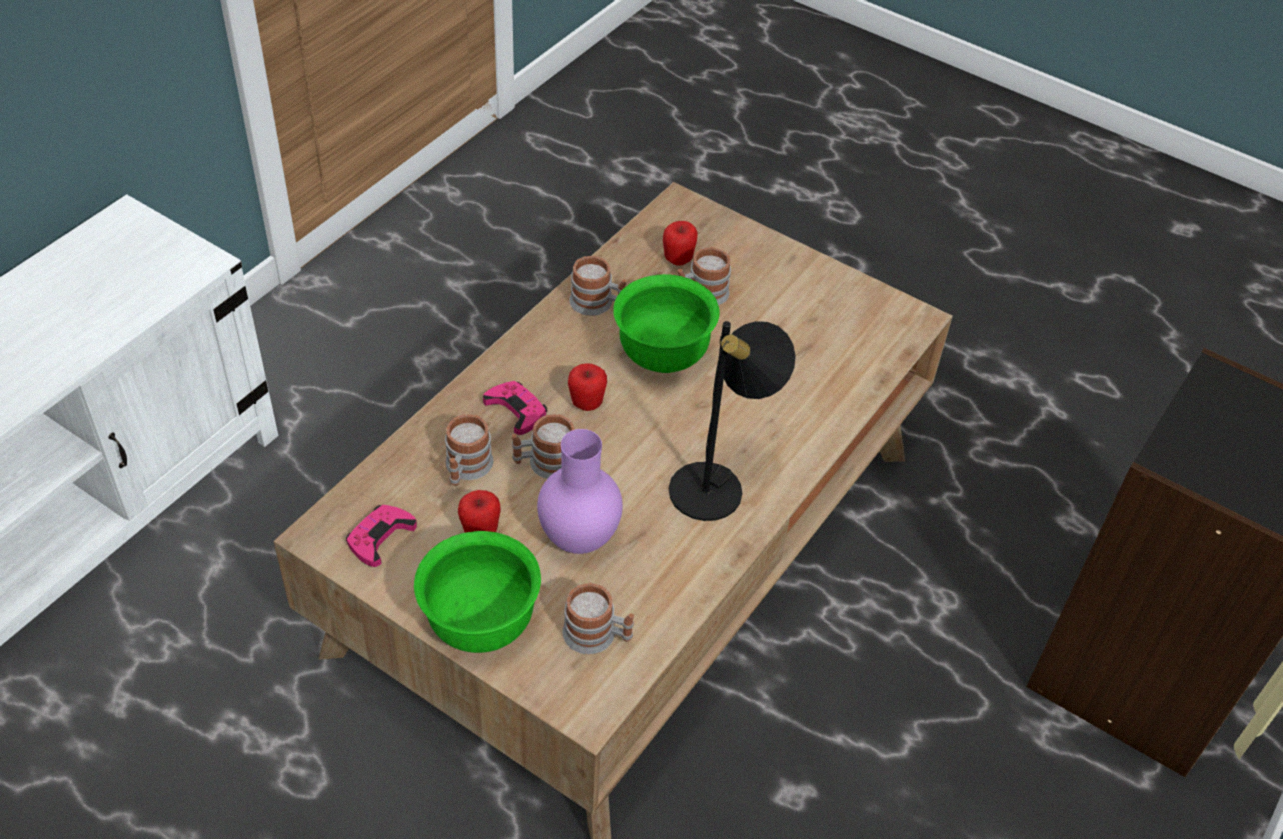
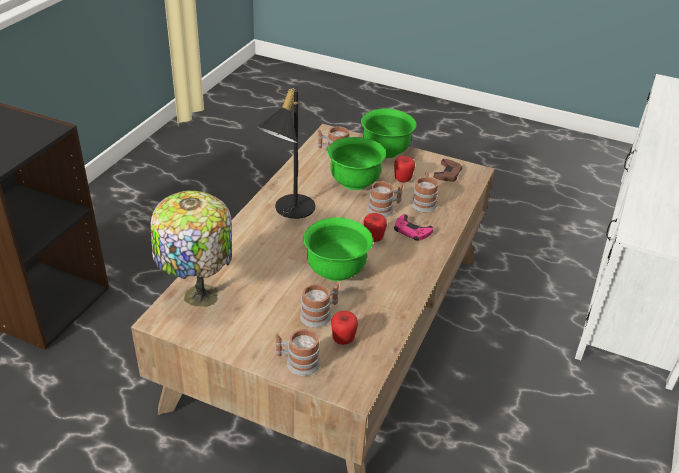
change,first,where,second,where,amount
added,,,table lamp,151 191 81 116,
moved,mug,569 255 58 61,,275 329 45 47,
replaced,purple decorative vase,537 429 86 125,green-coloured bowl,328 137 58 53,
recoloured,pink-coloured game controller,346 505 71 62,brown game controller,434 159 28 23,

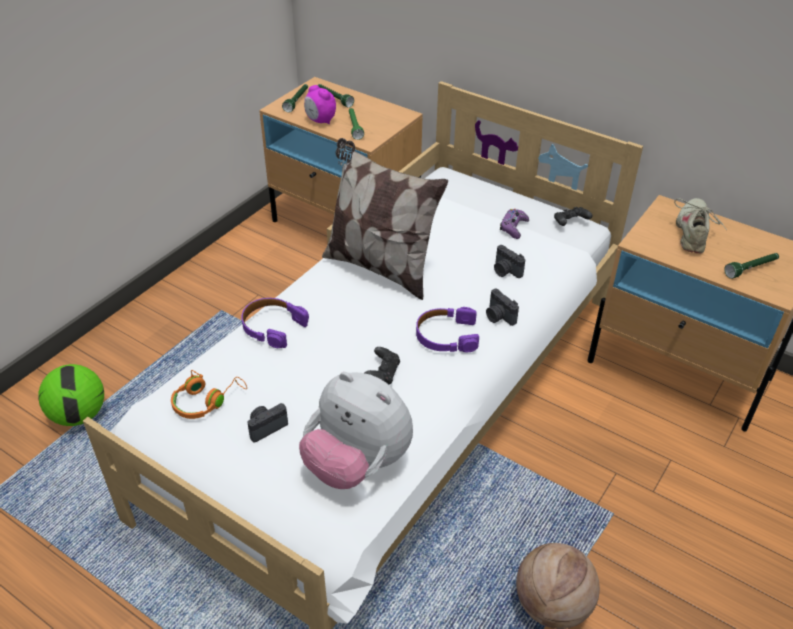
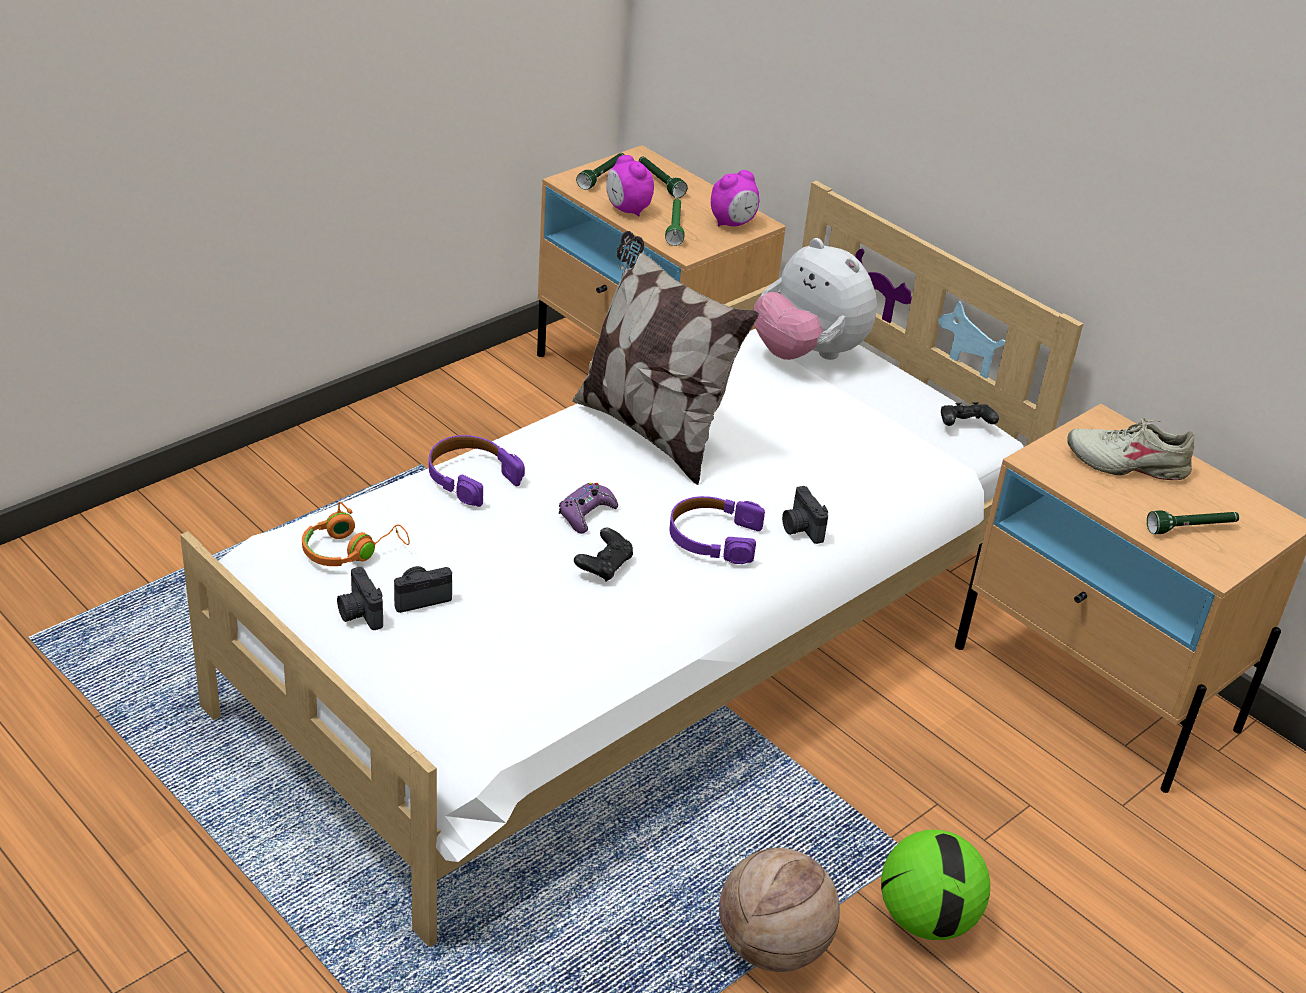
change,first,where,second,where,amount
added,,,bedside clock,711 170 48 57,
moved,football,38 364 66 62,,881 830 109 110,
moved,plush toy,299 372 114 117,,753 238 124 122,
moved,photo camera,494 245 31 33,,337 567 46 63,
moved,purple game controller,500 209 29 30,,559 483 59 51,
turned,sand-coloured low shoe,674 198 53 55,,1067 418 127 62,105 degrees counterclockwise

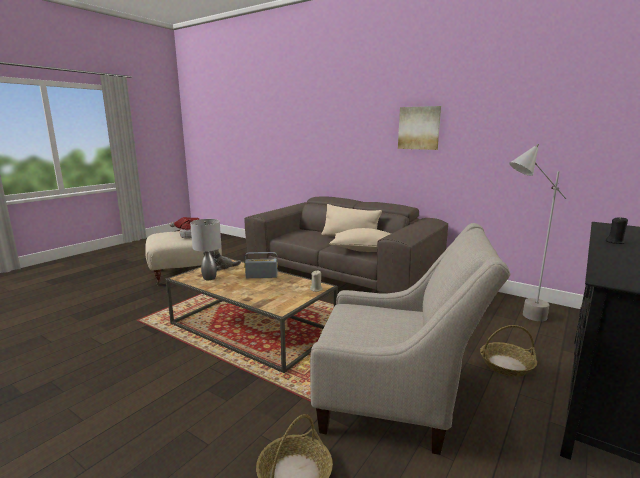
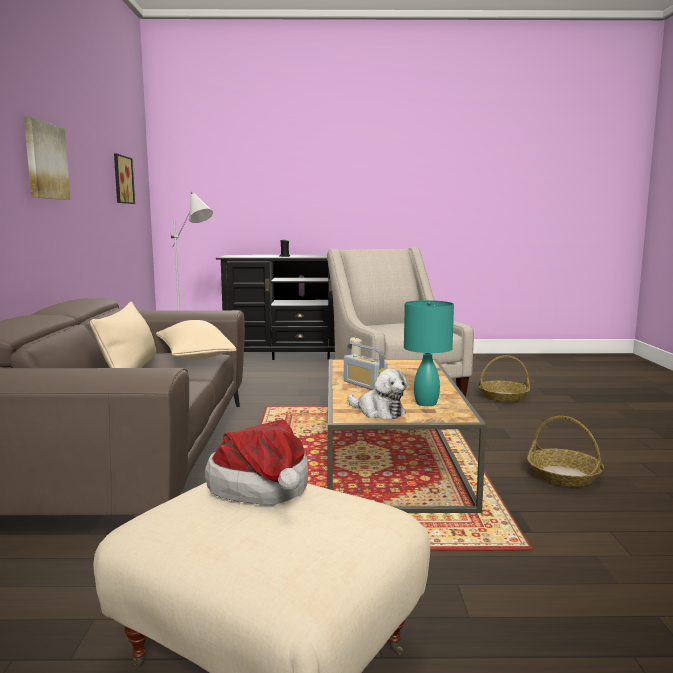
change,first,where,second,where,amount
added,,,wall art,114 153 21 51,
moved,basket,480 325 57 52,,527 416 77 71,
recoloured,grey table lamp,190 219 31 61,blue-green table lamp,404 300 50 106,

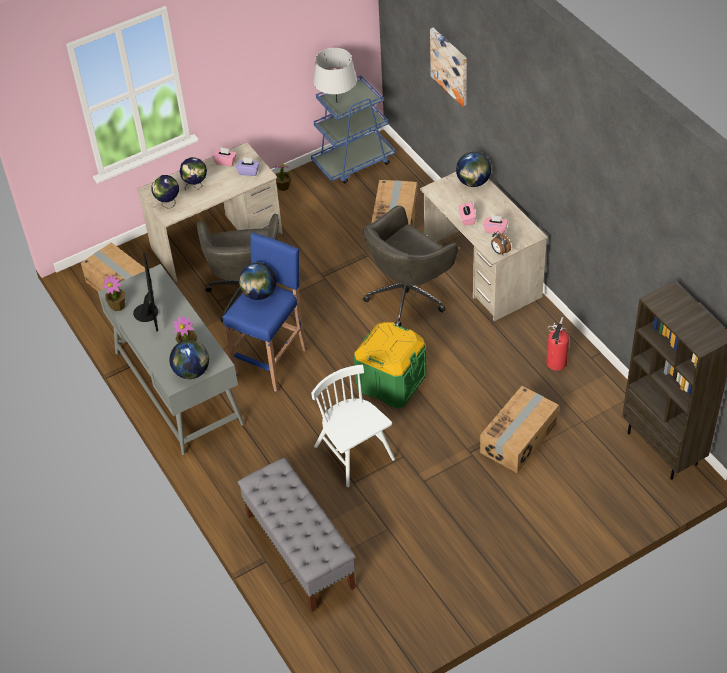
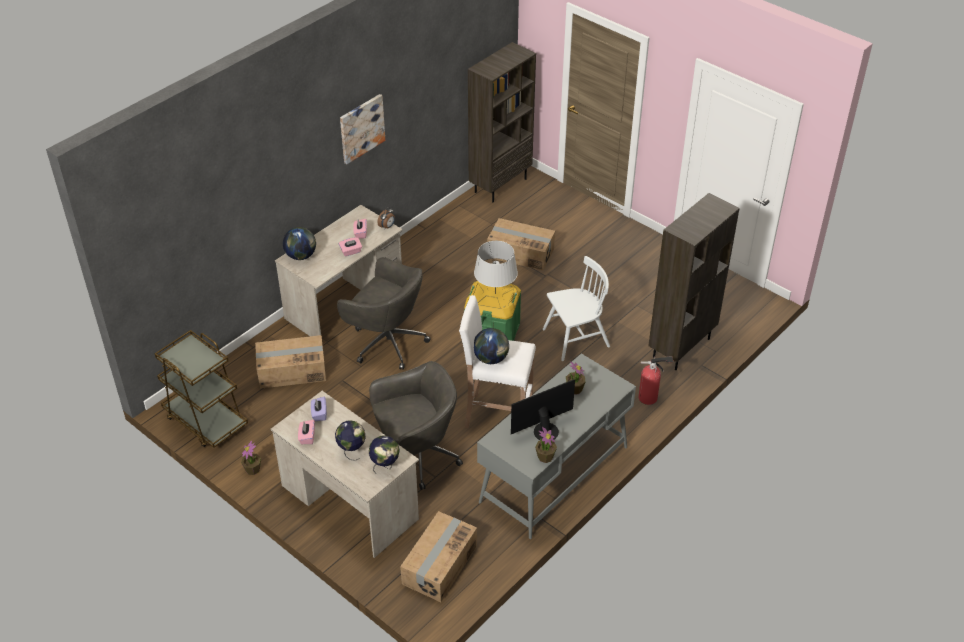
change,first,where,second,where,amount
removed,globe,169 340 40 39,,,
moved,grey table lamp,313 48 44 54,,474 241 44 53,
moved,wall art,430 28 37 79,,340 94 45 70,
moved,fire extinguisher,546 317 23 53,,638 356 35 49,
replaced,grey bench,238 458 118 154,brown bookshelf,648 193 92 177,
recoloured,blue stool,223 232 84 161,white-coloured stool,459 295 77 133,
recoloured,blue wheeled cart,311 75 84 108,brown wheeled cart,155 330 93 118,
turned,white-coloured plain chair,311 365 84 122,,543 256 67 105,150 degrees counterclockwise

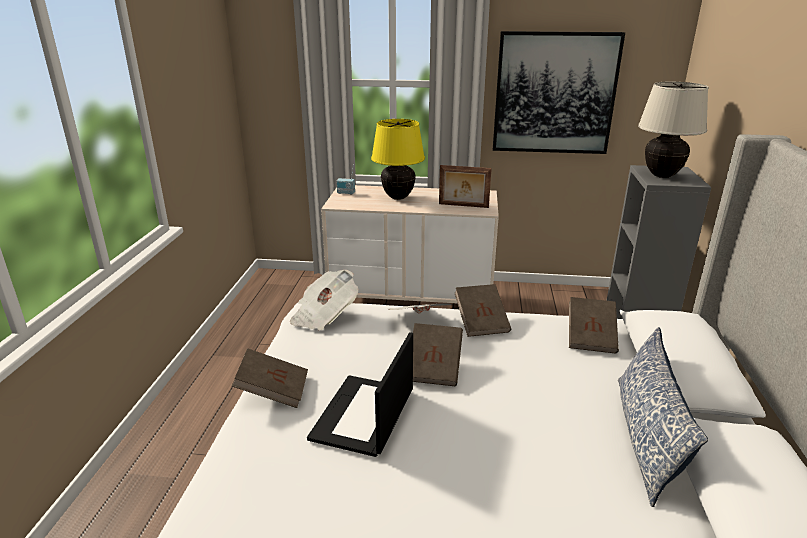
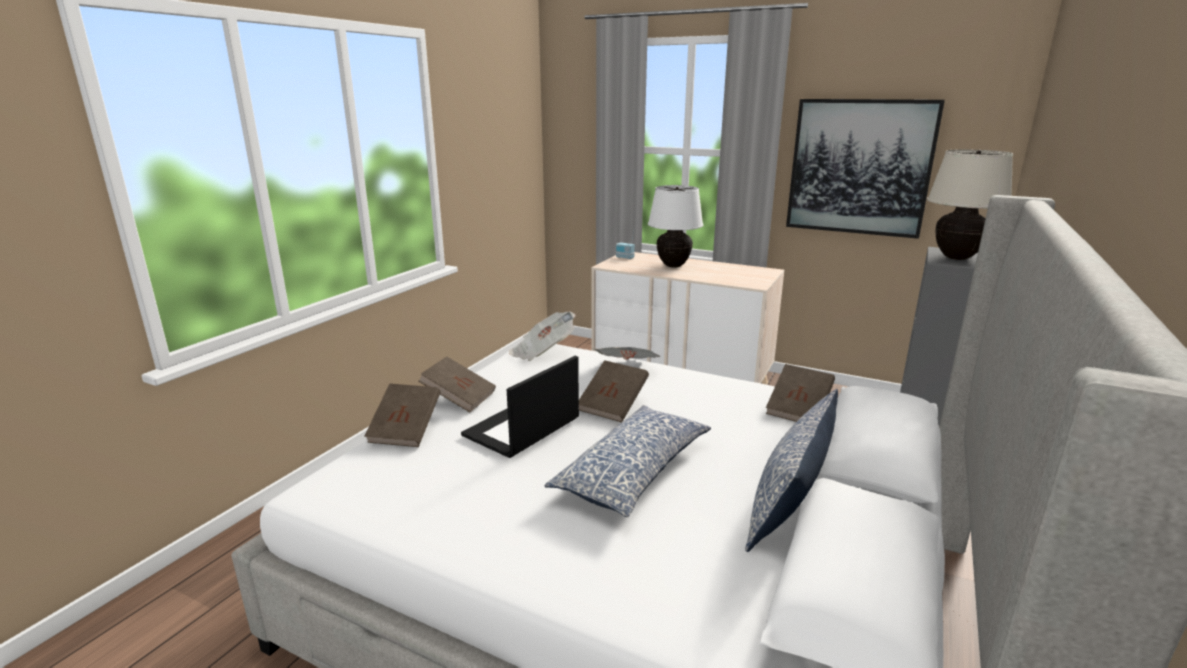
change,first,where,second,where,amount
removed,picture frame,439 165 53 43,,,
added,,,throw pillow,545 405 166 112,
moved,brown book,454 284 57 53,,365 384 76 63,
recoloured,yellowish table lamp,371 119 54 81,white-coloured table lamp,648 185 55 83,

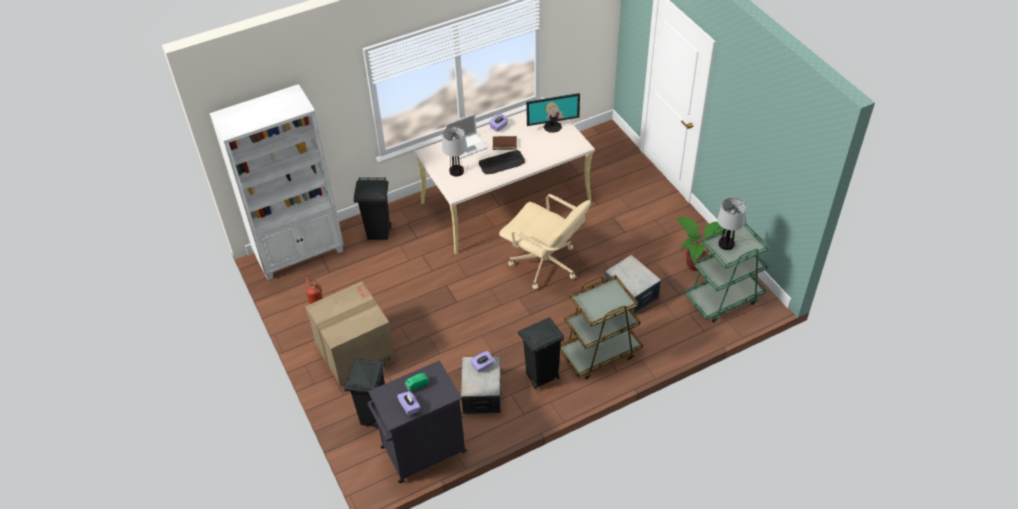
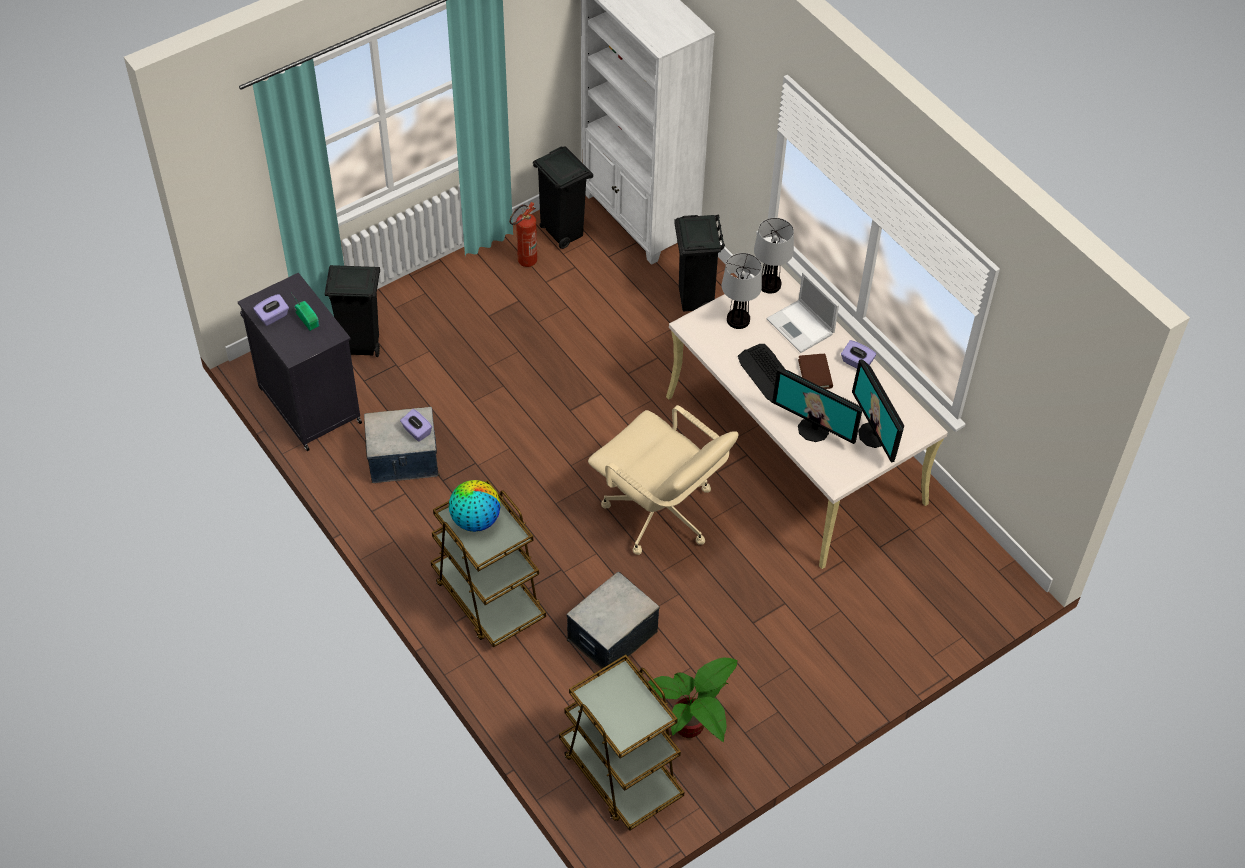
change,first,where,second,where,amount
removed,cardboard box,305 281 91 106,,,
added,,,globe,449 480 52 52,
added,,,computer screen,772 368 91 76,
moved,blackish rubbish bin,518 317 46 73,,533 146 60 103,
moved,table lamp,717 198 29 52,,754 218 40 76,
recoloured,green-coloured wheeled cart,684 222 85 100,brown wheeled cart,559 655 126 176,
turned,sand-coloured desk chair,499 194 92 95,,588 405 150 150,75 degrees counterclockwise

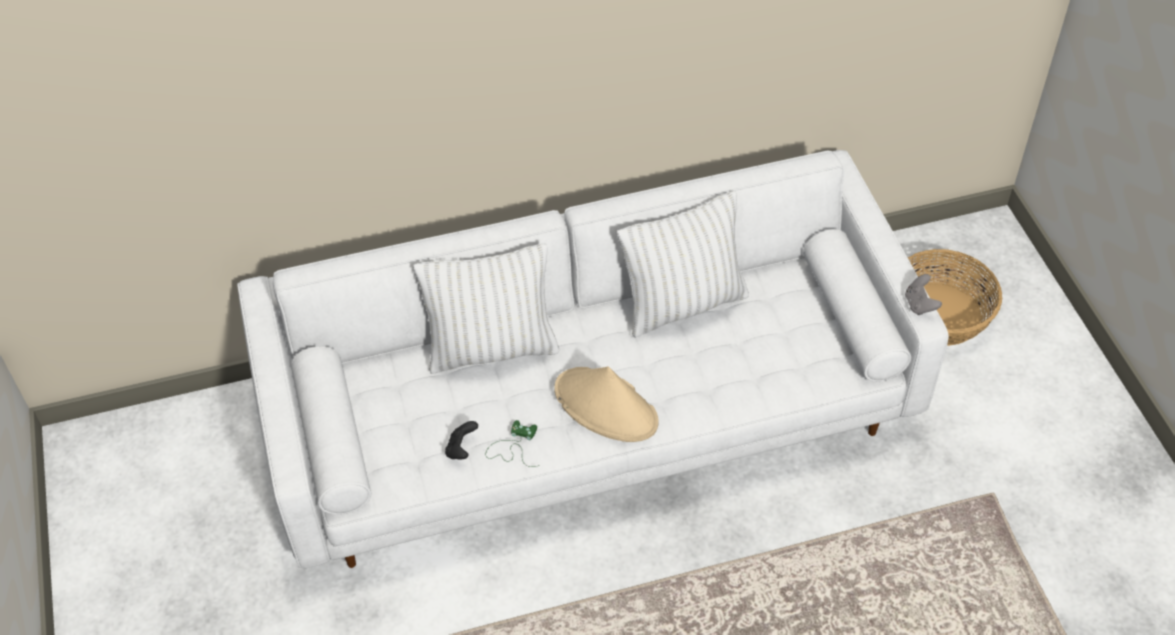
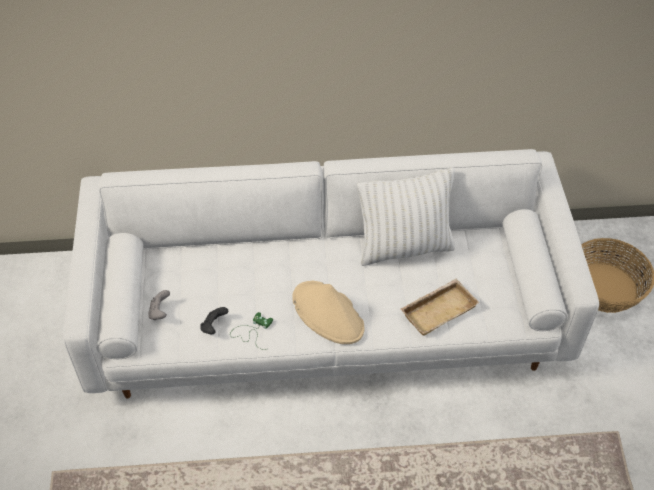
change,first,where,second,where,amount
removed,white-coloured throw pillow,413 244 146 130,,,
added,,,sand-coloured serving tray,401 279 79 57,
moved,grey game controller,905 274 37 41,,148 290 22 30,

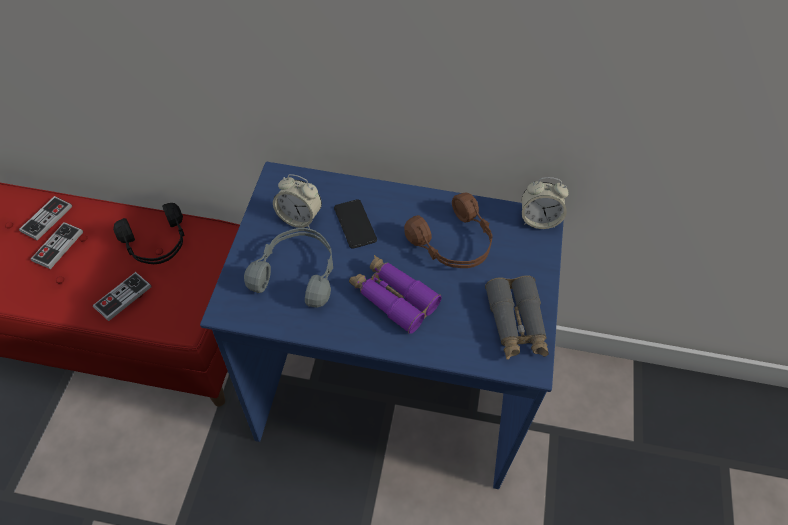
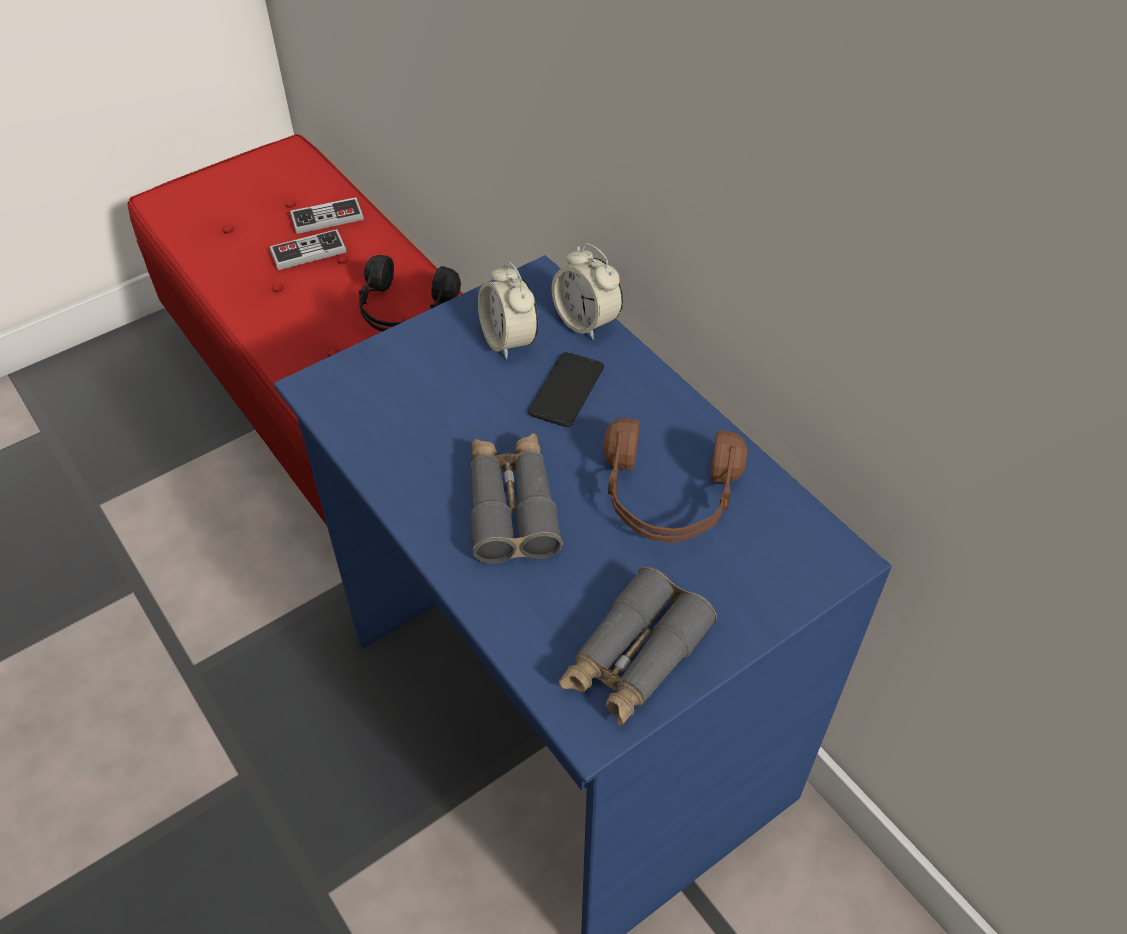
change,first,where,second,where,amount
removed,game controller,93 272 59 49,,,
removed,grey pair of headphones,244 228 89 79,,,
moved,bedside clock,522 177 47 52,,552 243 71 97,
recoloured,purple pair of binoculars,349 255 93 79,grey pair of binoculars,470 433 93 131,

